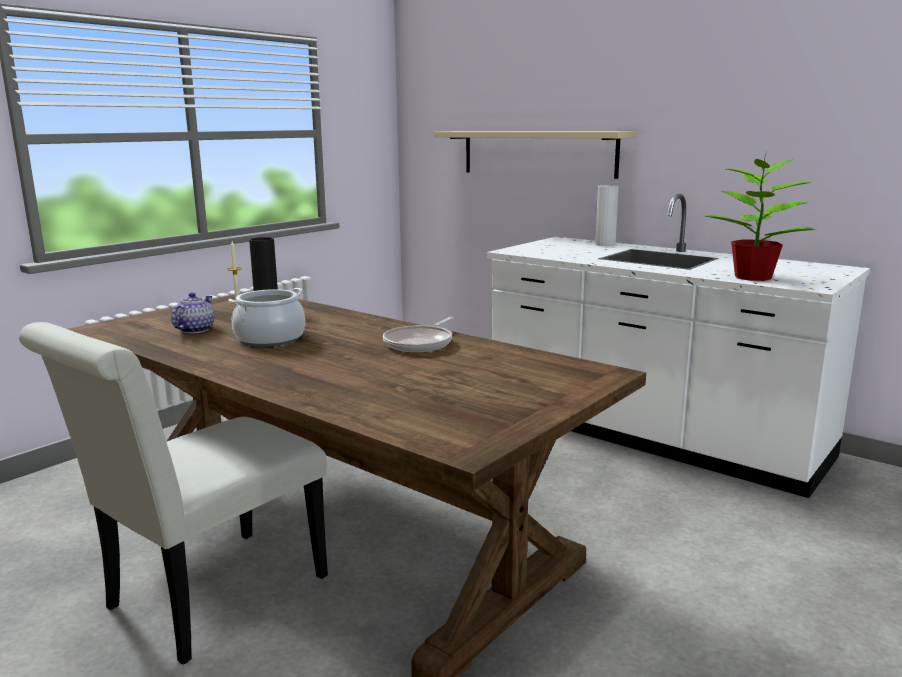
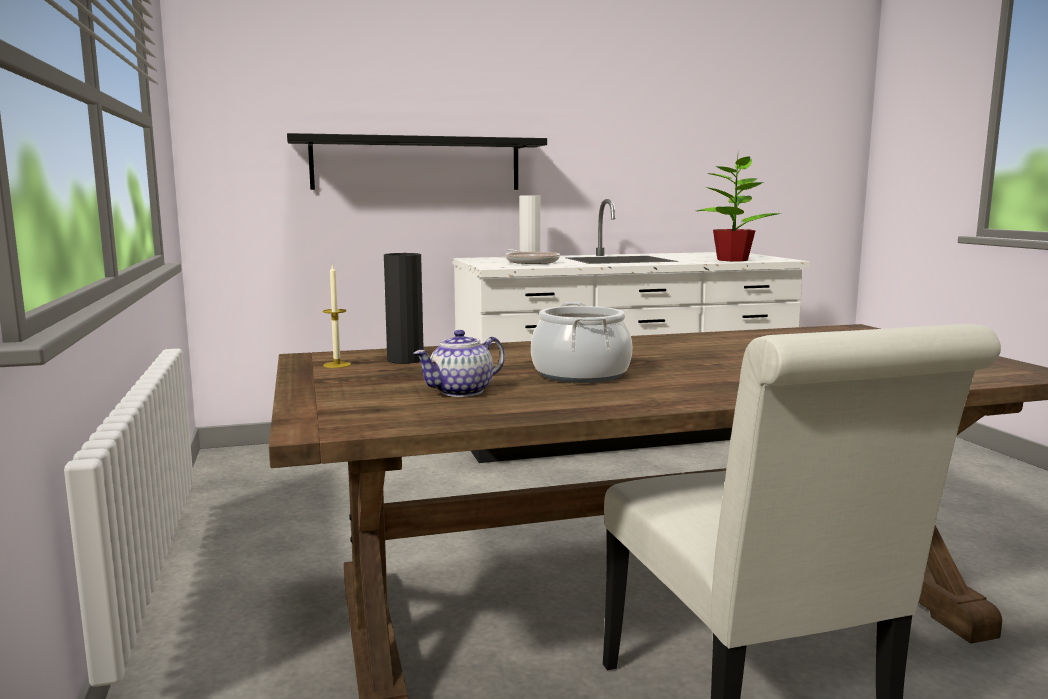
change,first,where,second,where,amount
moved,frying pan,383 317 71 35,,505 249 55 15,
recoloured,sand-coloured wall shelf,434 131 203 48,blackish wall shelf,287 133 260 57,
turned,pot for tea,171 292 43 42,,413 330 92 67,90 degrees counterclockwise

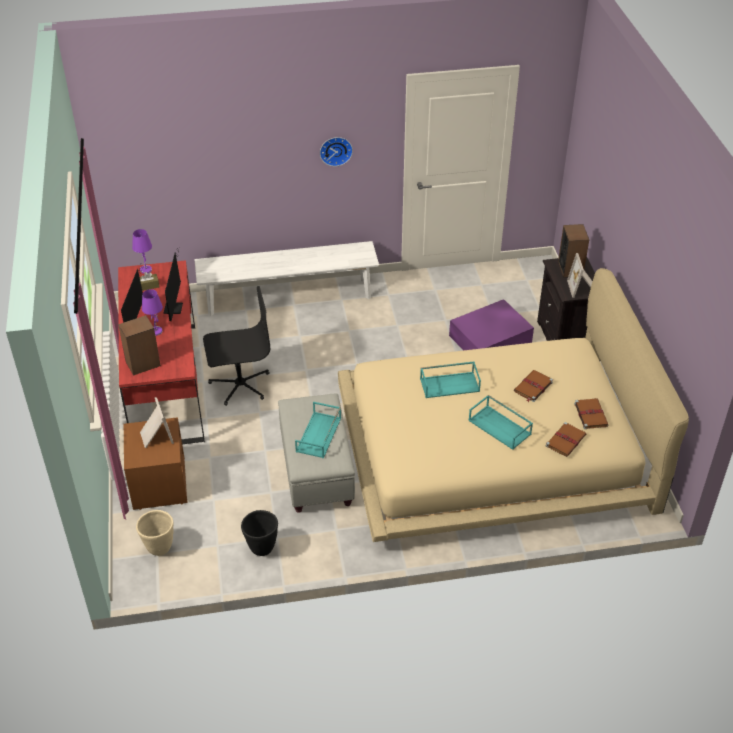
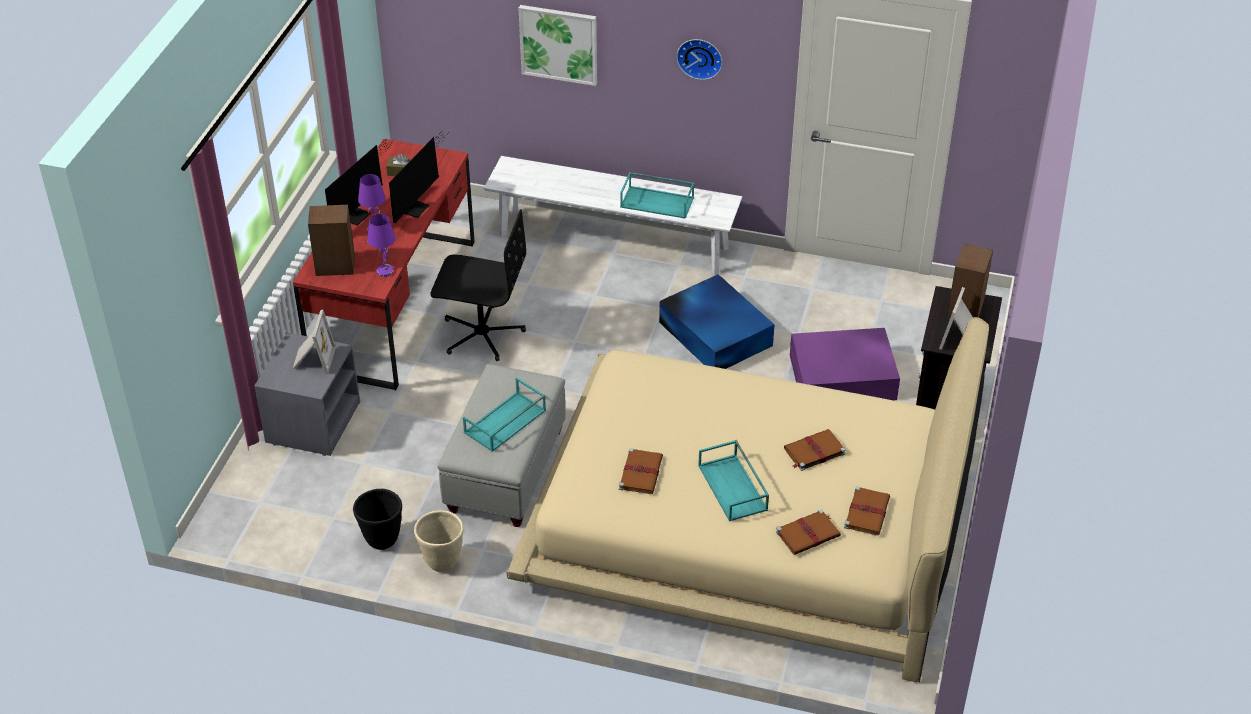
change,first,where,second,where,amount
added,,,wall art,519 5 78 81,
added,,,brown book,619 448 44 46,
added,,,blue storage box,659 274 116 95,
moved,purple table lamp,132 229 20 45,,367 214 29 63,
moved,sand-coloured plant pot,136 510 38 46,,414 510 50 62,
moved,blue-green serving tray,420 362 61 36,,620 172 75 47,
recoloured,brown nightstand,124 417 64 93,grey nightstand,254 333 106 123,

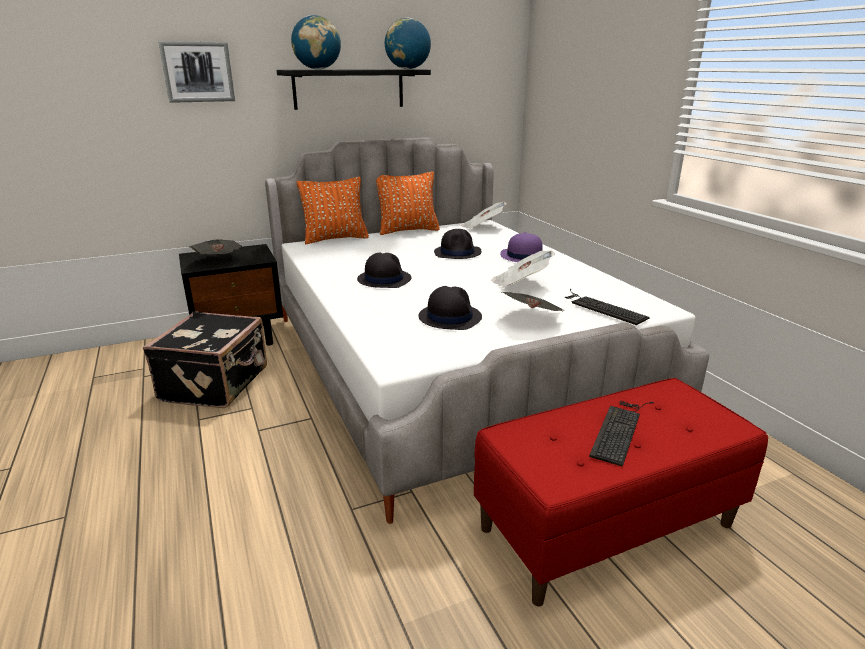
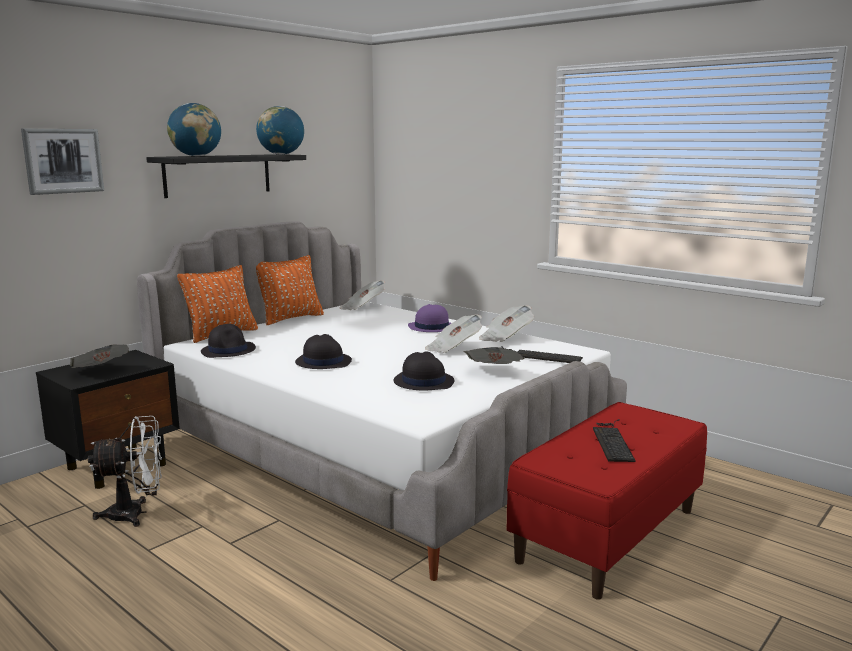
change,first,where,second,where,amount
added,,,printed paper,479 305 55 37,
moved,blackish clothing hat,434 229 48 30,,201 324 55 34,
replaced,blackish suitcase,143 311 124 97,white-coloured electric fan,88 416 74 111,

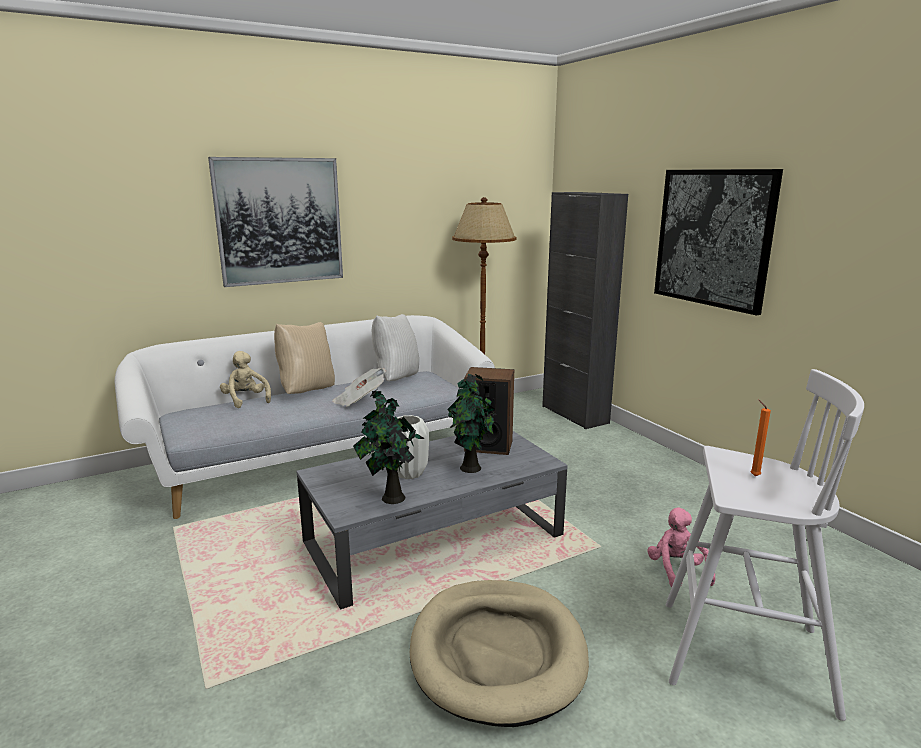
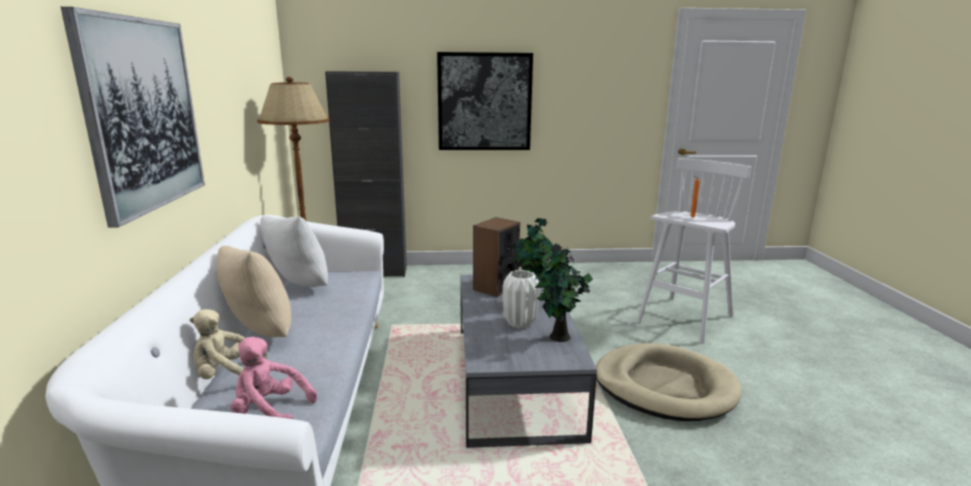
change,first,where,second,where,amount
removed,printed paper,332 368 54 39,,,
moved,pink-coloured plush toy,647 507 68 81,,231 337 86 82,

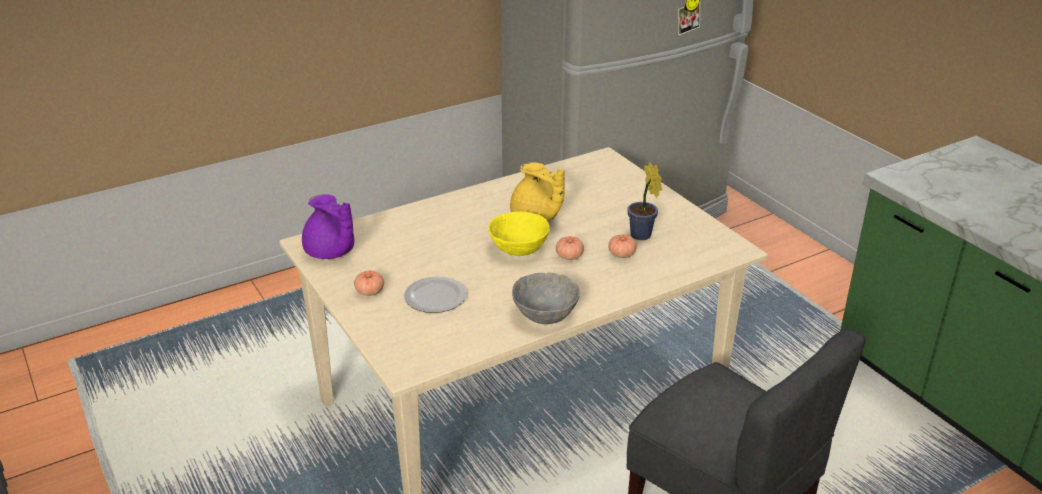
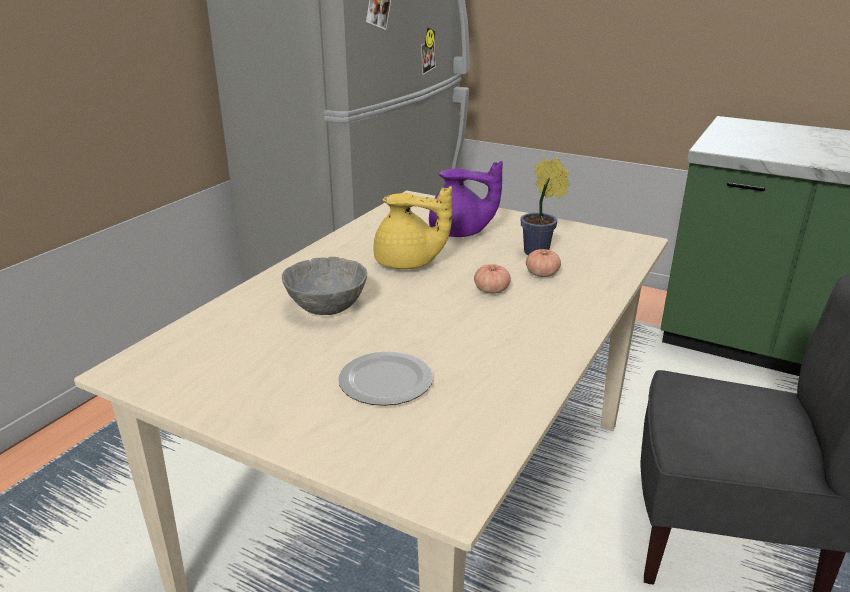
change,first,where,second,where,amount
removed,fresh tomato,354 270 30 26,,,
removed,yellowish bowl,488 211 62 45,,,
moved,purple pot for tea,302 195 52 64,,429 161 74 76,
moved,grey bowl,512 272 68 52,,282 257 85 58,

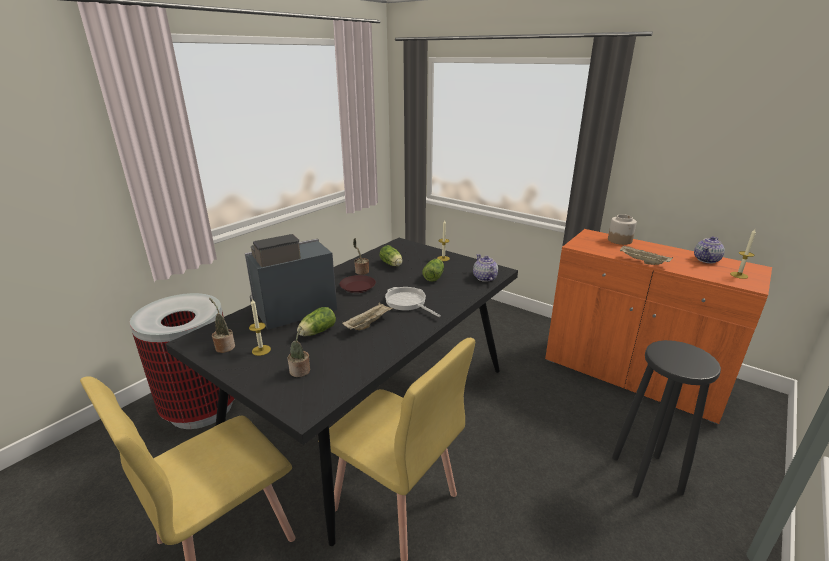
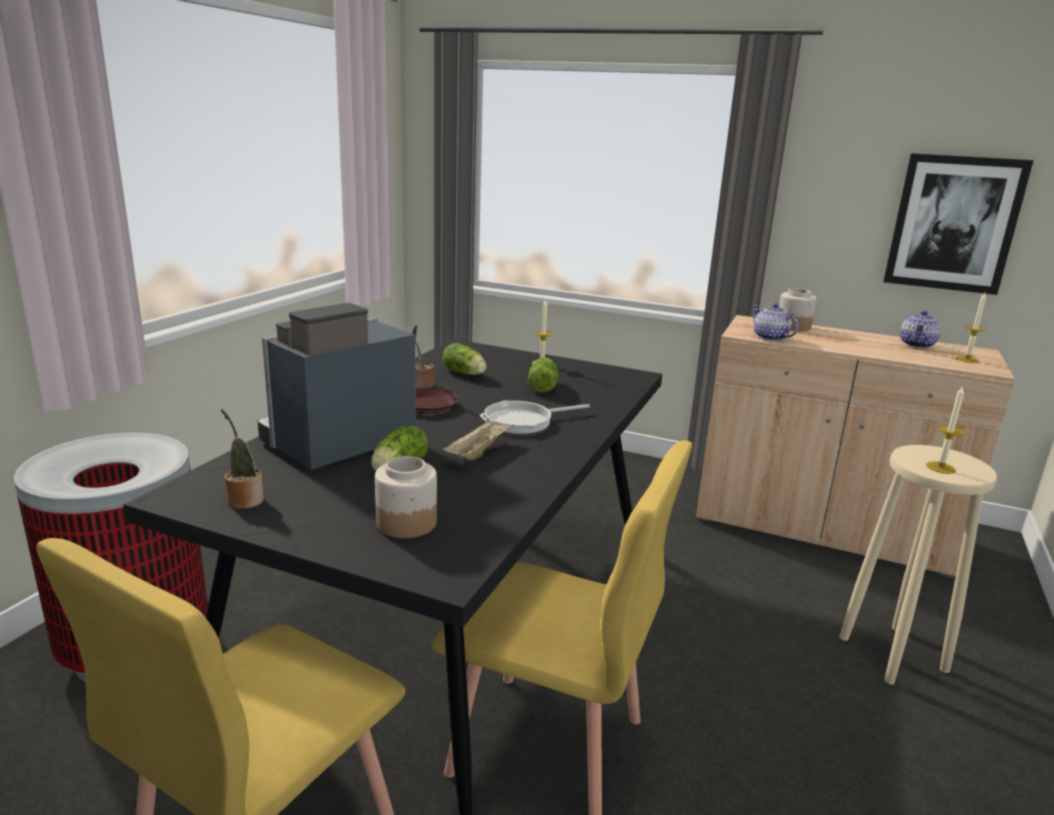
change,first,where,second,where,amount
removed,sand-coloured serving tray,620 245 53 20,,,
added,,,wall art,884 153 149 142,
moved,candle,249 299 22 57,,926 385 38 89,
moved,pot for tea,473 254 25 28,,752 303 47 38,
replaced,houseplant,288 327 22 50,jar,375 456 62 82,
recoloured,orange cupboard,545 229 227 195,sand-coloured cupboard,696 315 319 263,
recoloured,blackish stool,612 340 109 157,sand-coloured stool,839 445 158 240,
turned,frying pan,385 287 56 30,,480 400 110 34,60 degrees counterclockwise

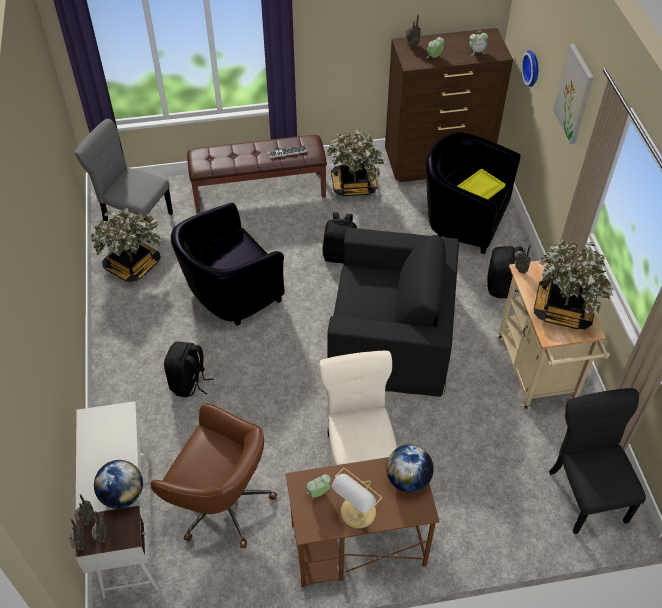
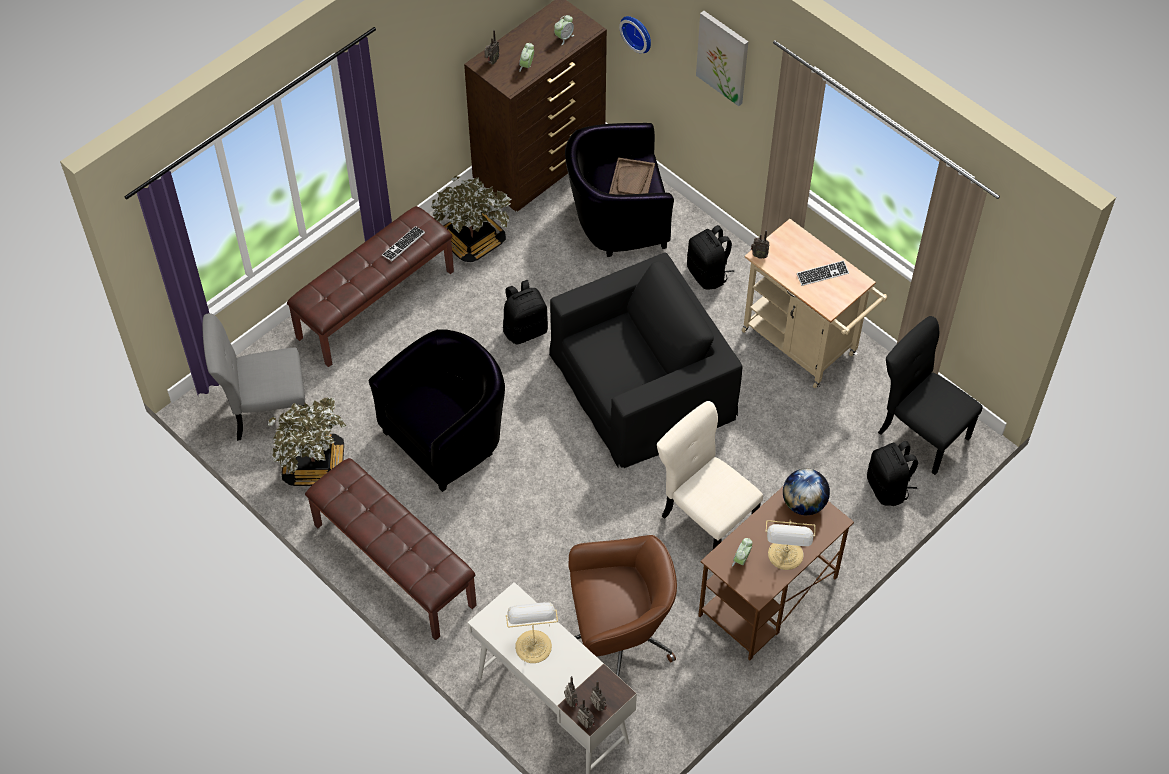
change,first,where,second,where,amount
removed,globe,94 460 49 49,,,
added,,,brown bench,305 458 172 182,
added,,,table lamp,506 602 52 61,
moved,blackish rucksack,164 342 50 55,,867 441 51 65,
replaced,houseplant,534 240 80 90,keyboard,797 261 52 25,
recoloured,yellowish serving tray,457 168 49 31,brown serving tray,609 157 46 37,
turned,blackish easy chair,171 203 114 123,,369 329 136 163,150 degrees counterclockwise

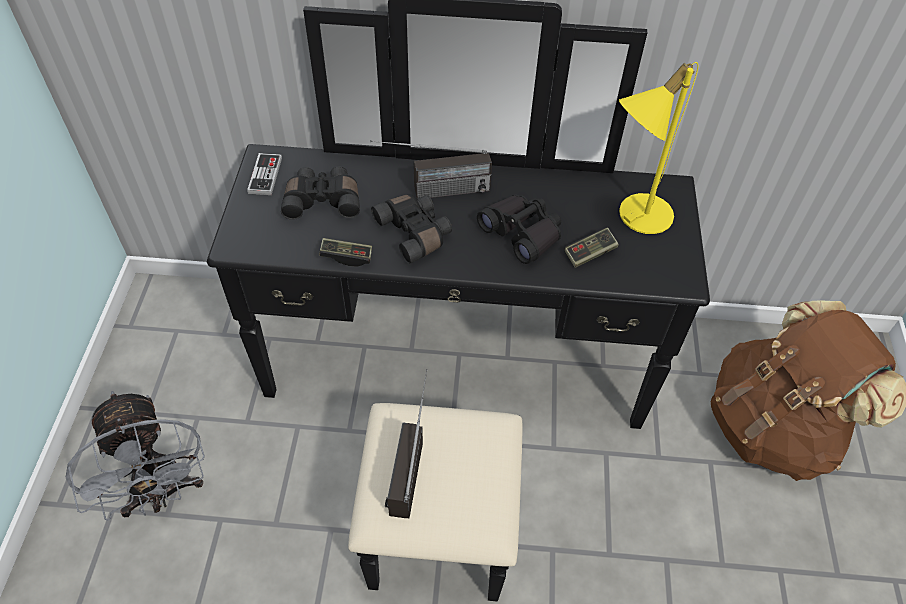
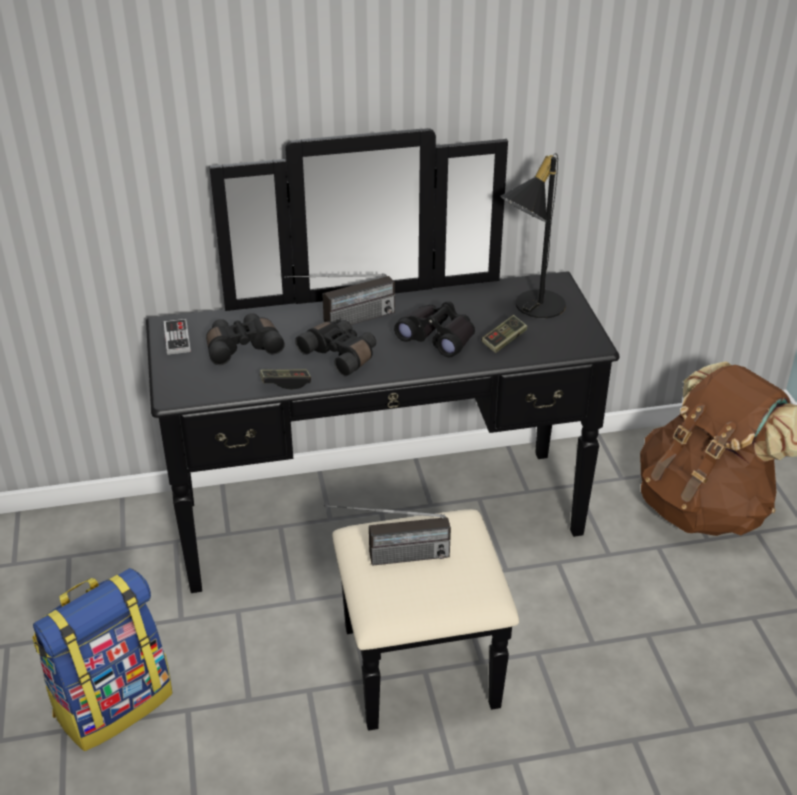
change,first,where,second,where,amount
replaced,grey electric fan,66 391 139 130,rucksack,32 568 140 183,
recoloured,yellowish table lamp,619 62 79 172,blackish table lamp,500 153 66 165,
turned,radio receiver,385 369 43 149,,324 505 127 61,90 degrees counterclockwise

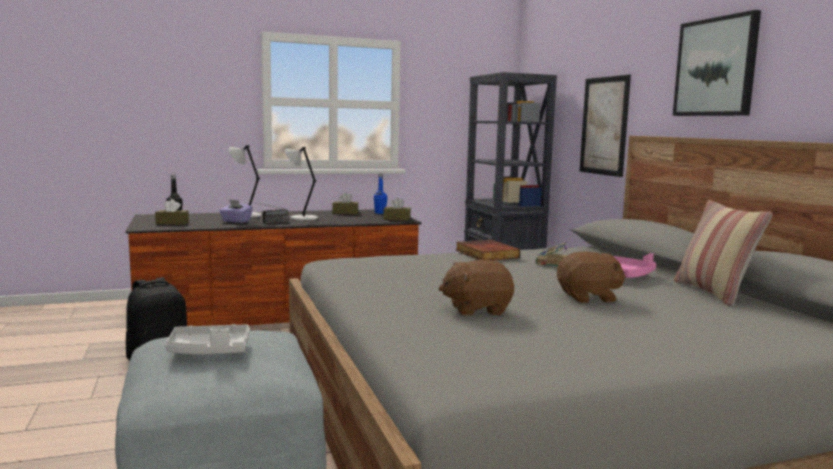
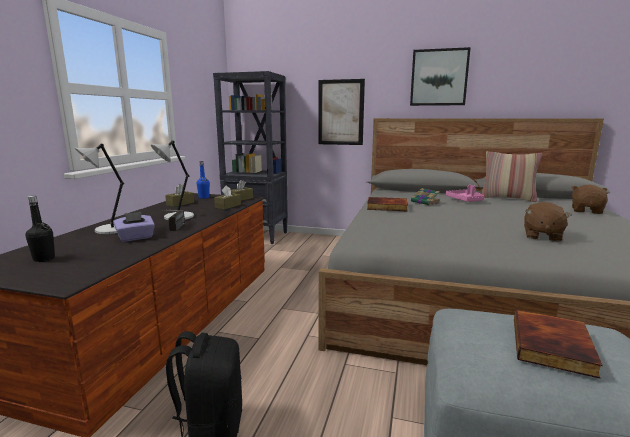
change,first,where,second,where,amount
moved,brown tissue holder,155 199 34 26,,214 185 27 24,
moved,brown plush toy,557 252 69 51,,571 185 37 29,
replaced,grey serving tray,166 324 84 30,book,514 310 89 69,

